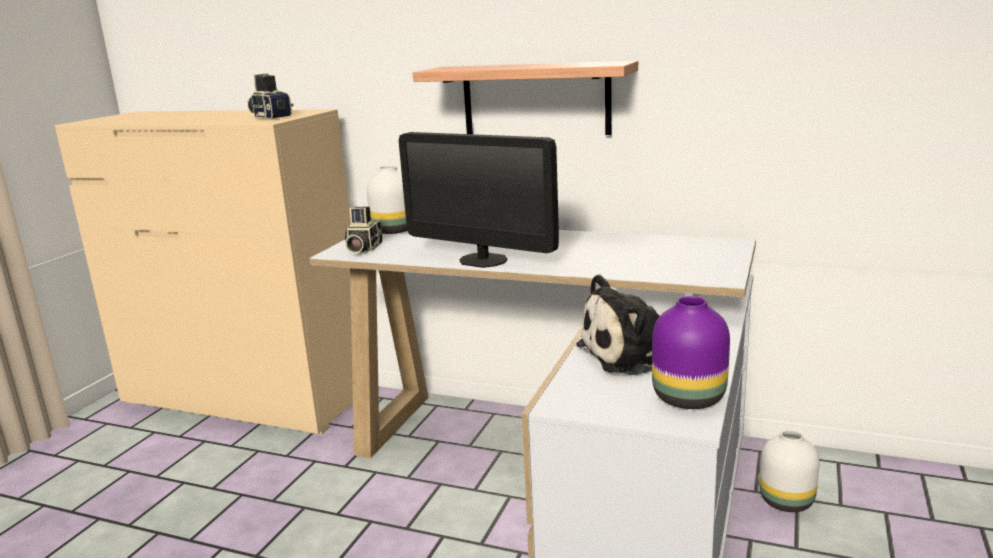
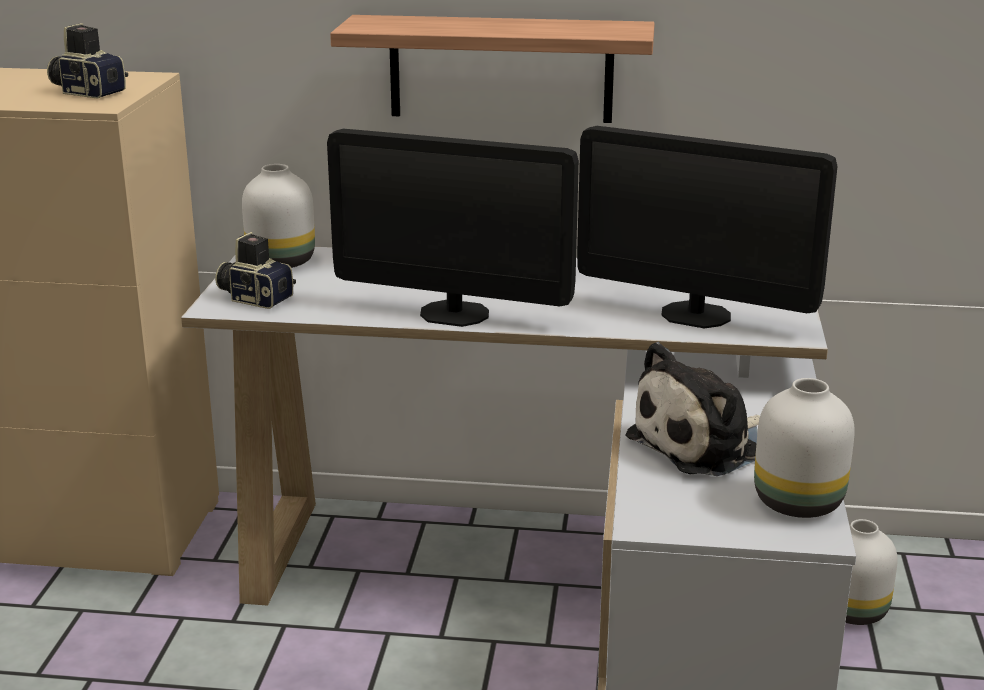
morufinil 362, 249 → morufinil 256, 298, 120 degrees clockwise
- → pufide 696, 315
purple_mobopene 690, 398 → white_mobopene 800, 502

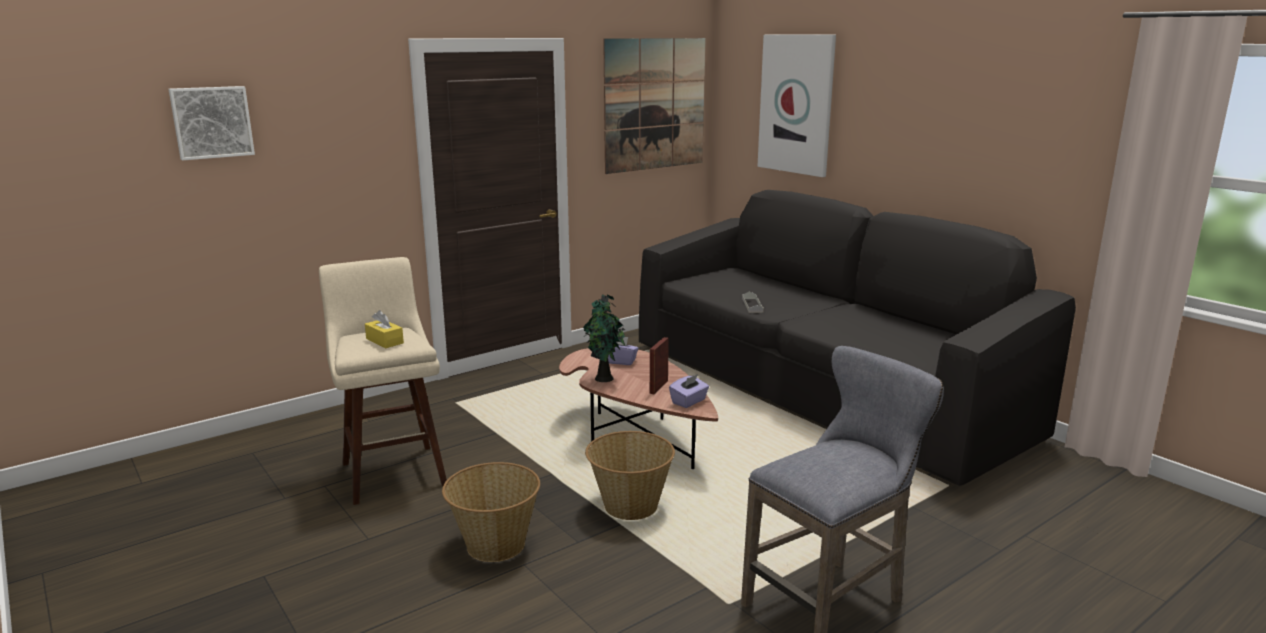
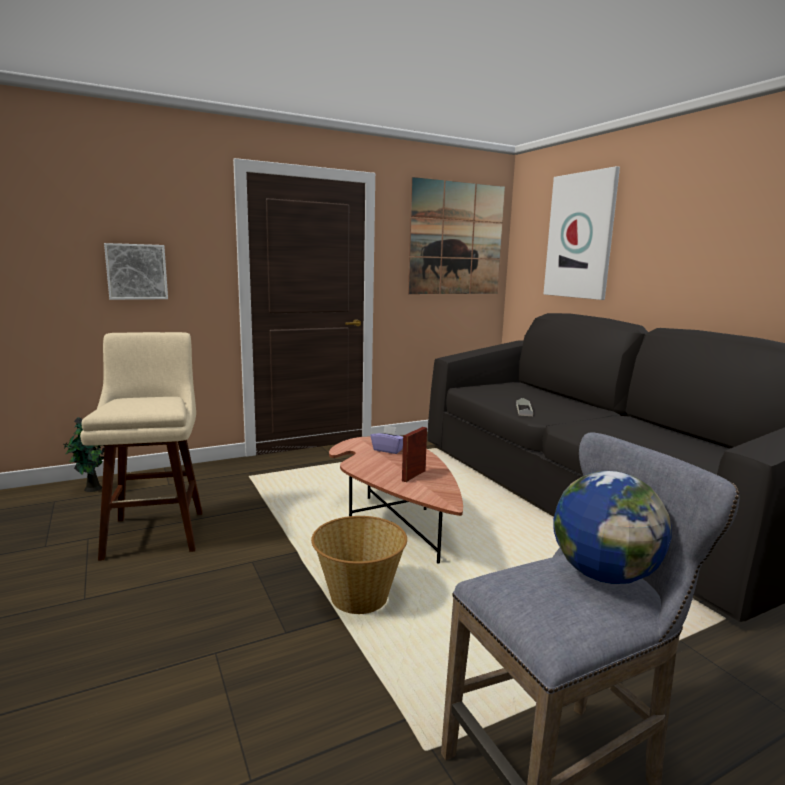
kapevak 605, 379 → kapevak 93, 489, move
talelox 212, 122 → talelox 136, 271, move
- → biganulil 603, 575
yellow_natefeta 384, 341 → -
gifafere 495, 544 → -
purple_natefeta 689, 401 → -

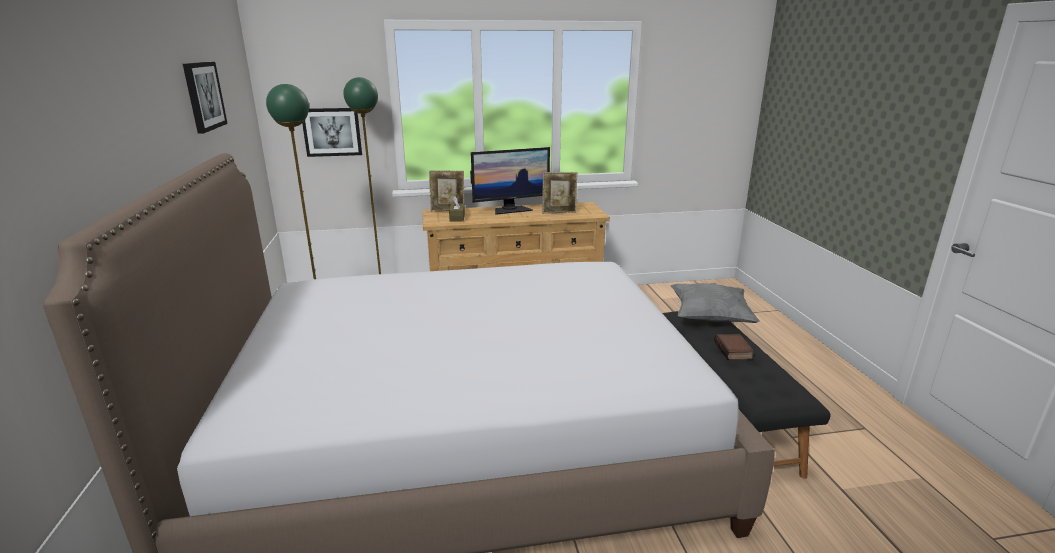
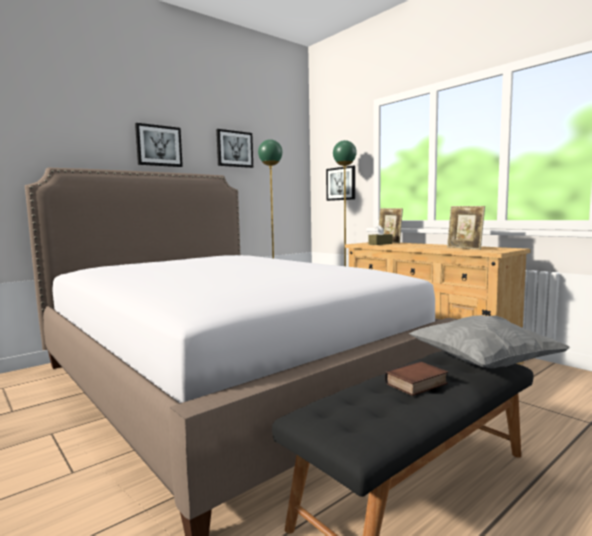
- → talelox 159, 146
pufide 510, 210 → -

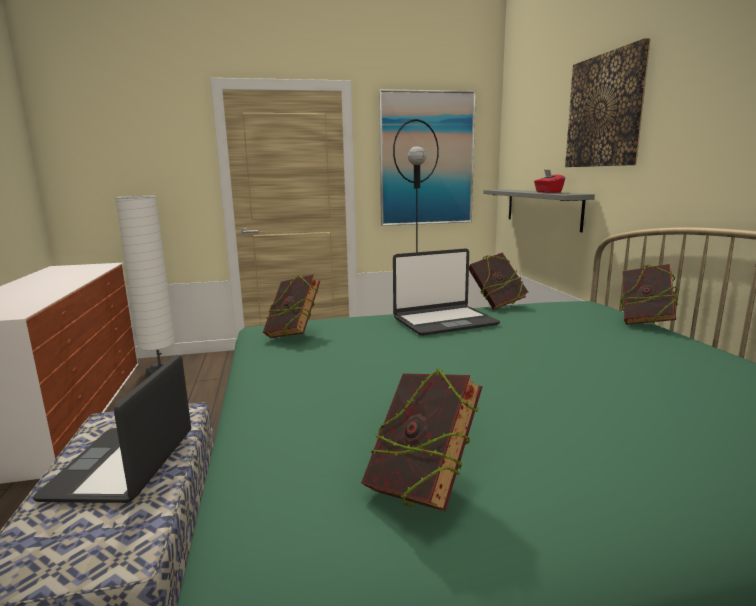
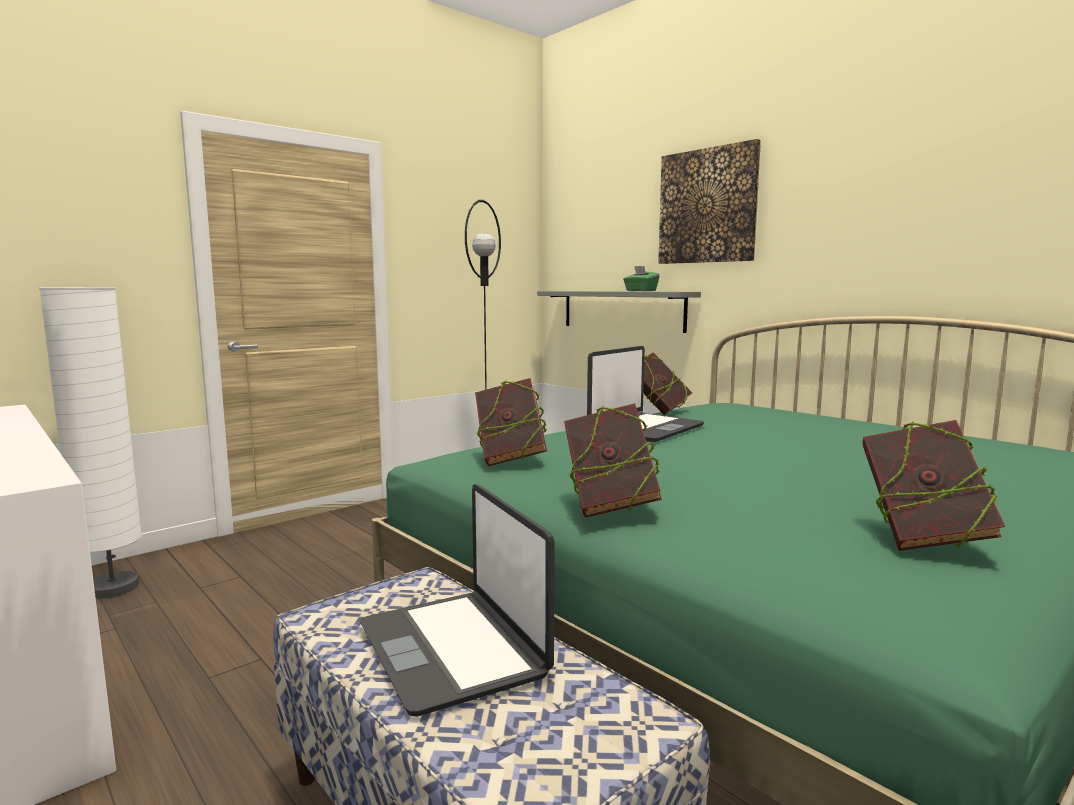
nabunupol 644, 322 → nabunupol 610, 508, move
red_natefeta 548, 192 → green_natefeta 640, 291
talelox 426, 159 → -

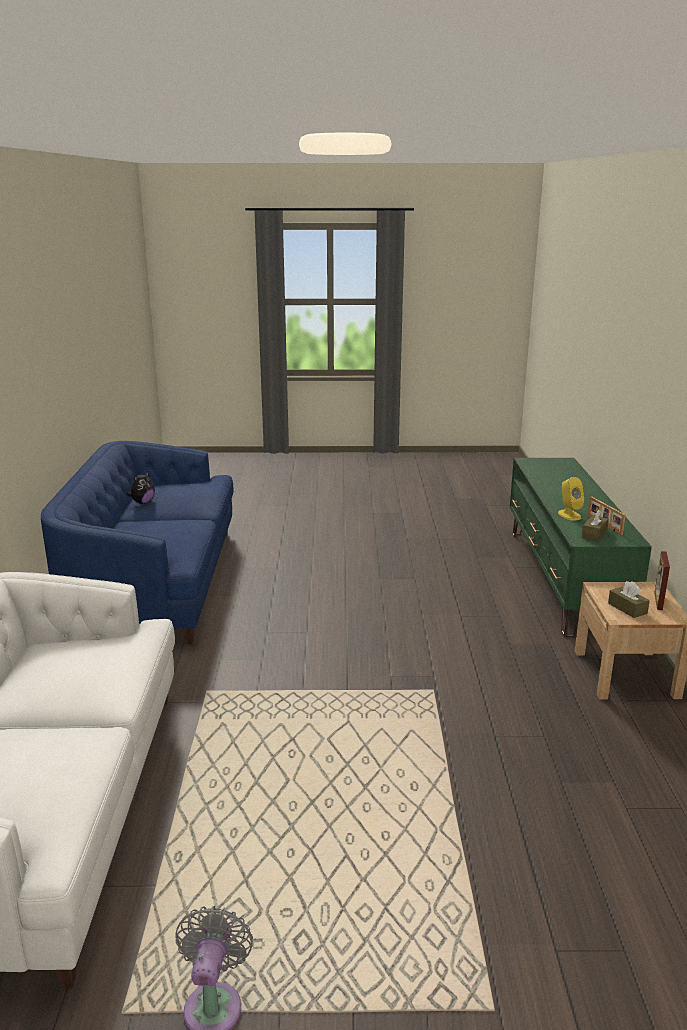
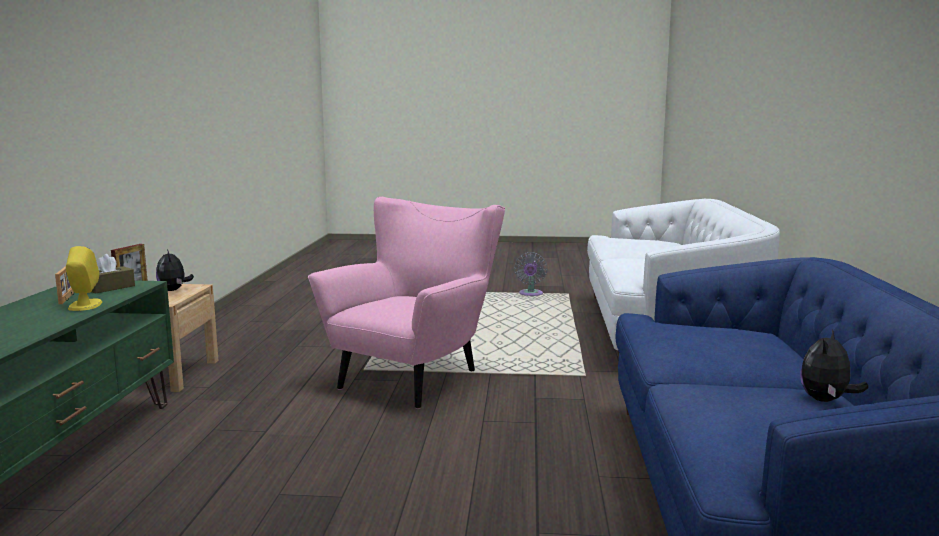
brown_natefeta 627, 608 → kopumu 174, 290
- → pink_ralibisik 417, 377

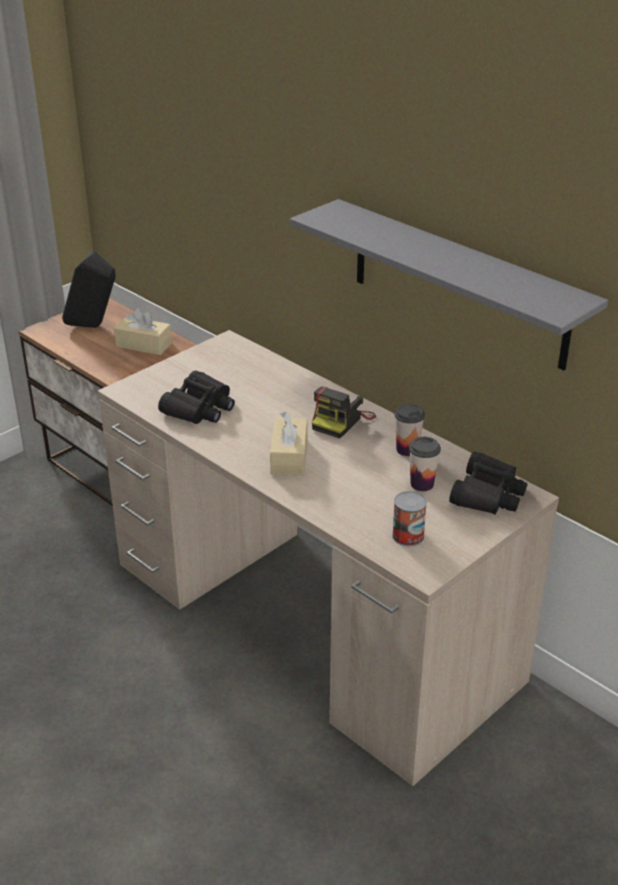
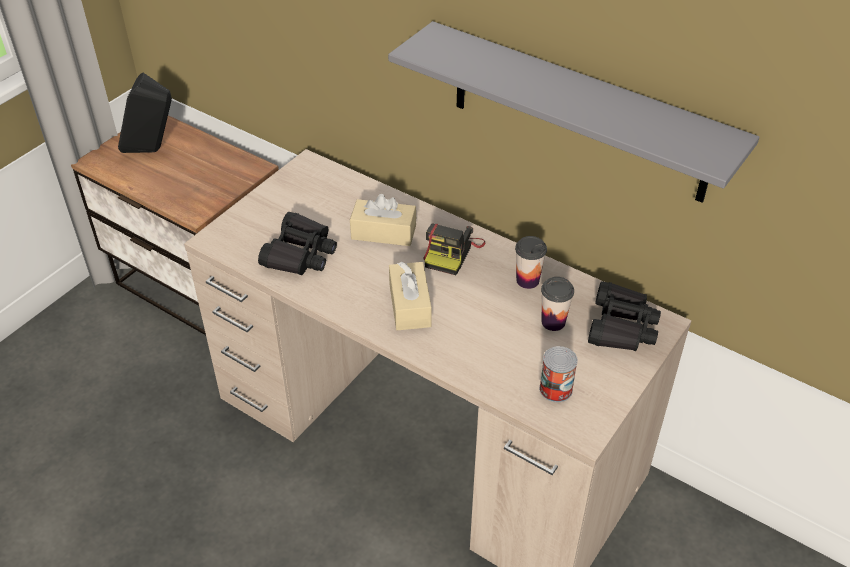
beige_natefeta 144, 345 → beige_natefeta 383, 232, move

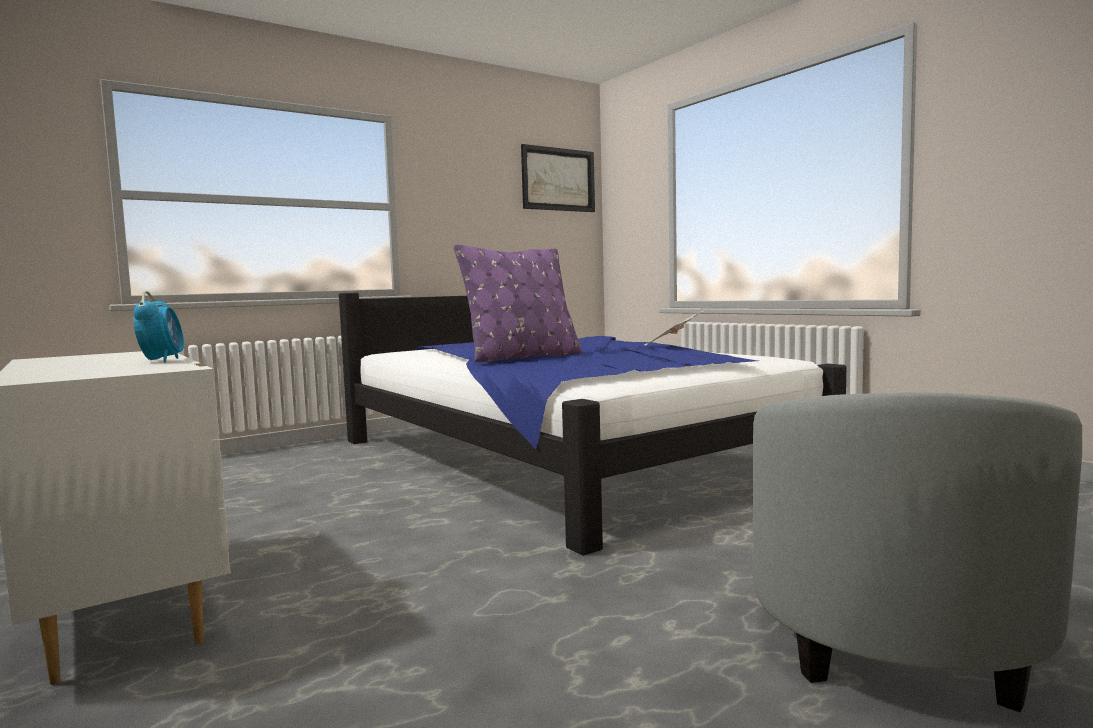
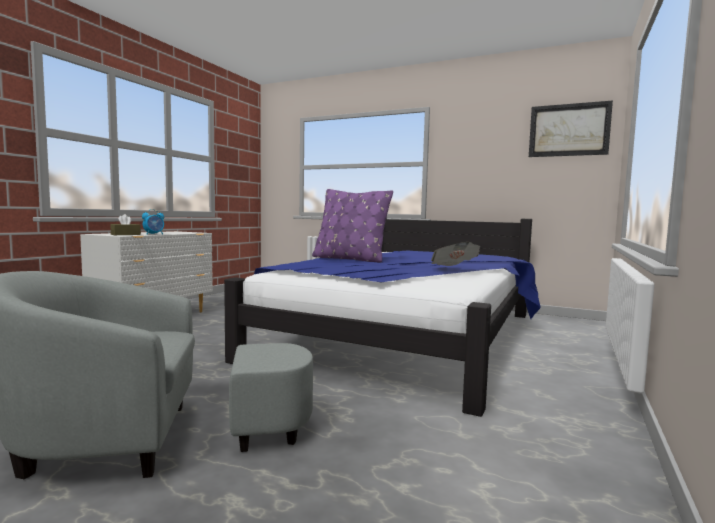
- → brown_natefeta 125, 234

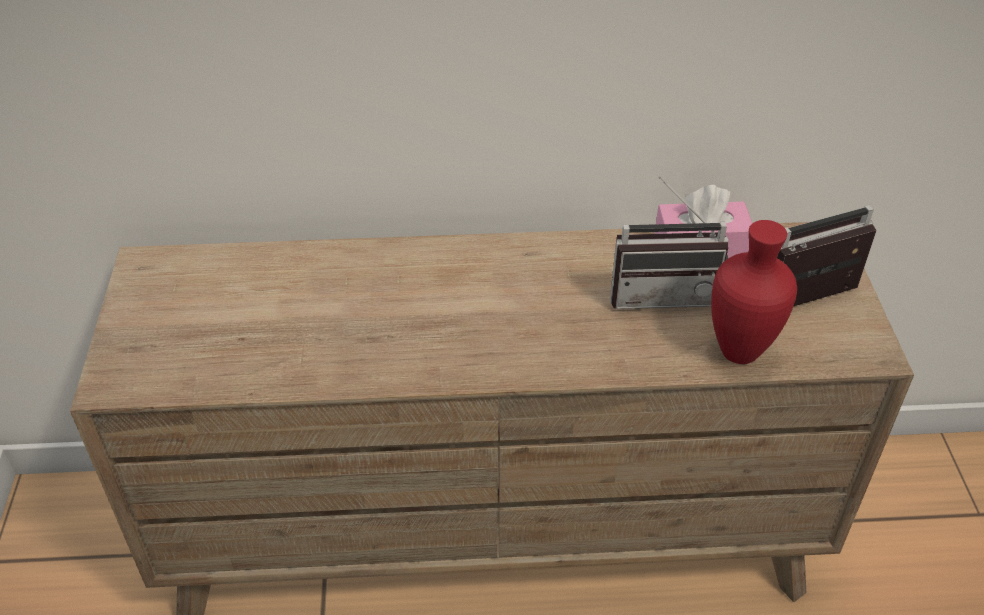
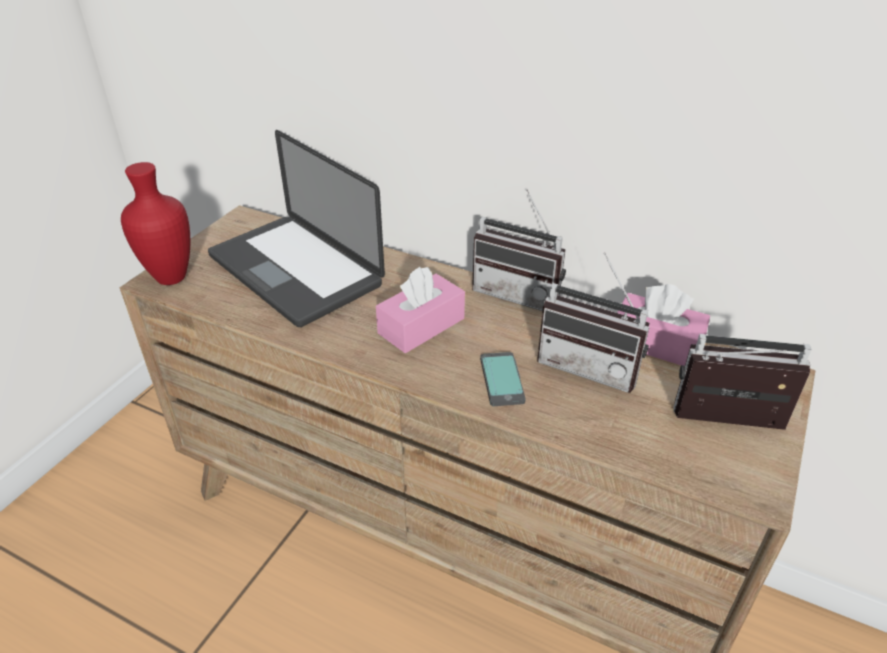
red_mobopene 742, 352 → red_mobopene 172, 278, move
- → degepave 295, 271
- → pink_natefeta 421, 326
- → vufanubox 520, 293
- → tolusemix 502, 380

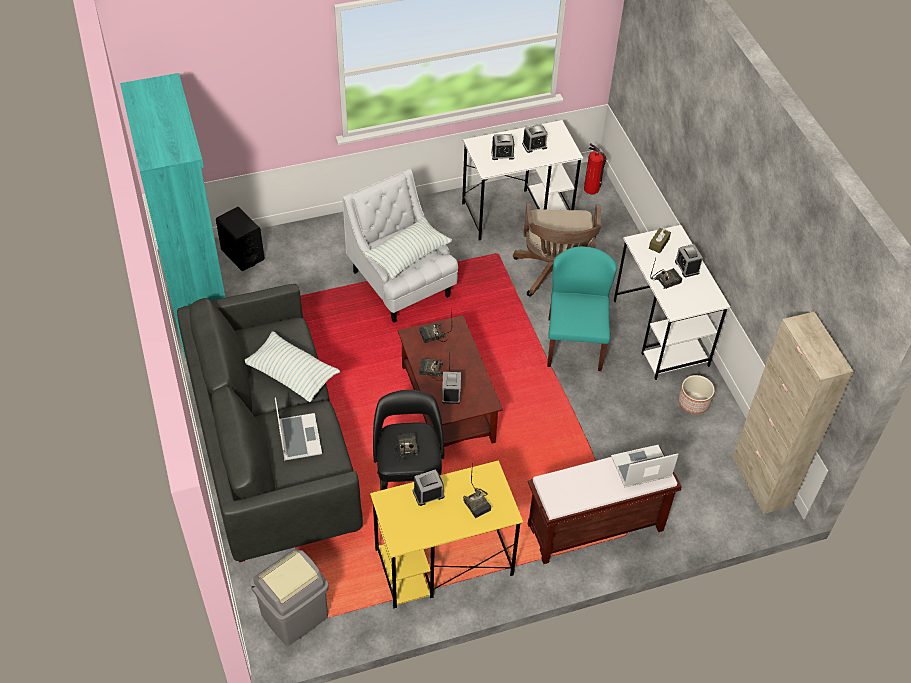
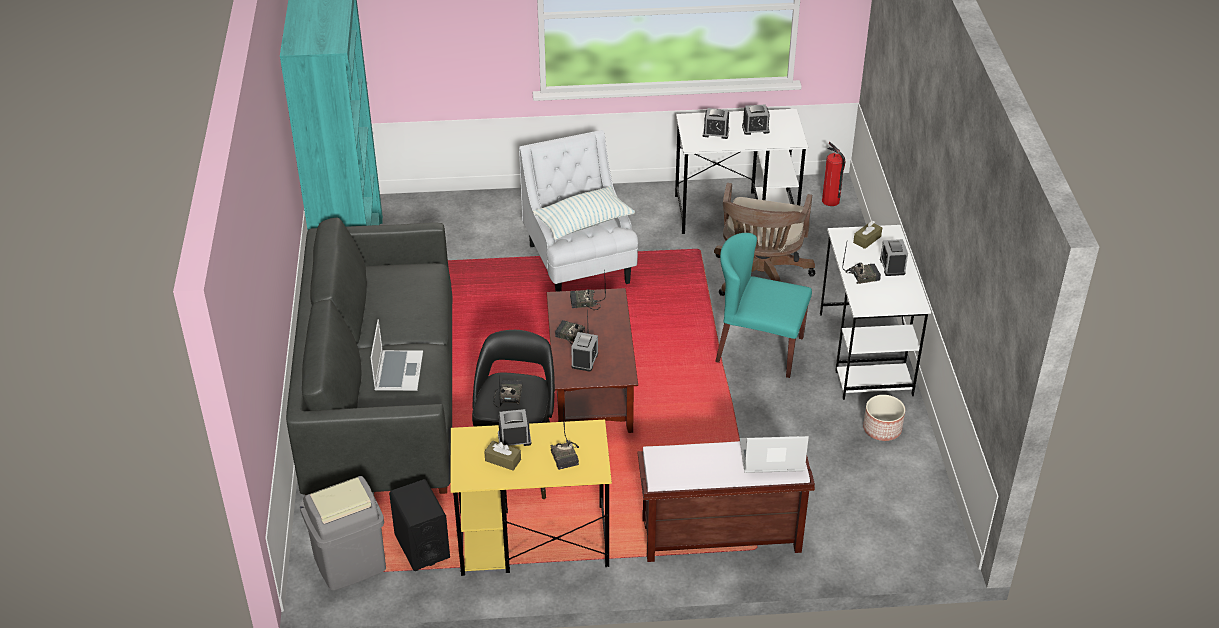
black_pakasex 242, 255 → black_pakasex 422, 546, move
- → brown_natefeta 503, 460
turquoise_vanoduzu 574, 343 → turquoise_vanoduzu 758, 349, 90 degrees counterclockwise
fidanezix 292, 374 → -
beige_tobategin 761, 481 → -

